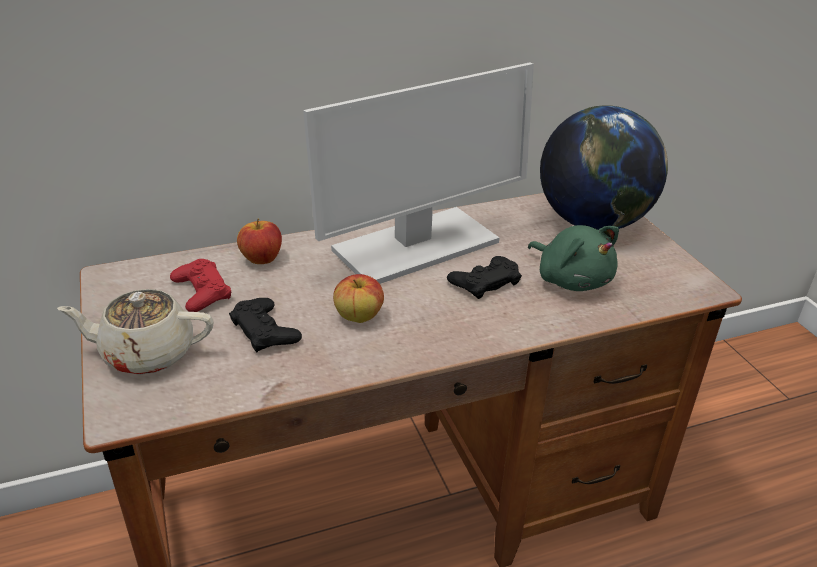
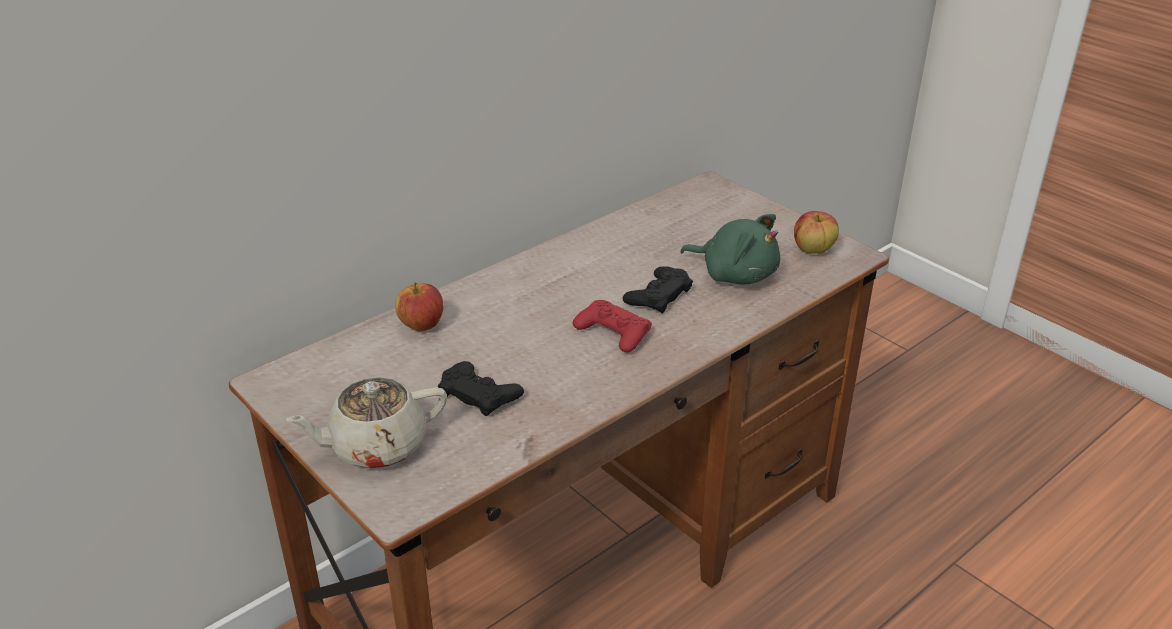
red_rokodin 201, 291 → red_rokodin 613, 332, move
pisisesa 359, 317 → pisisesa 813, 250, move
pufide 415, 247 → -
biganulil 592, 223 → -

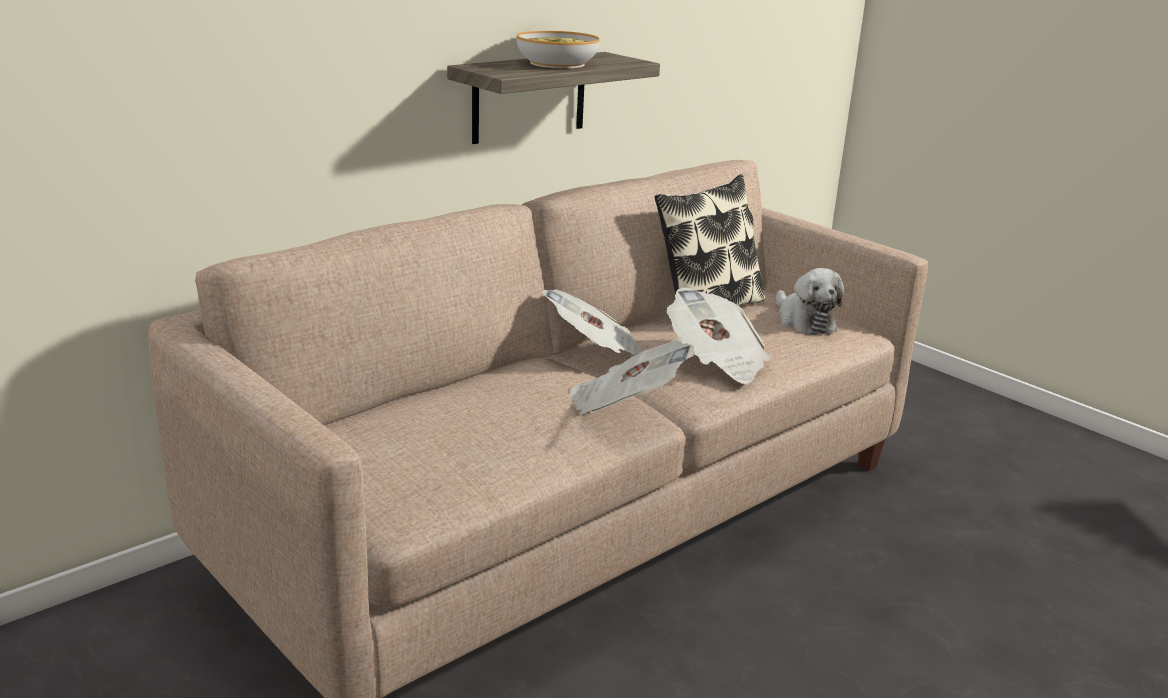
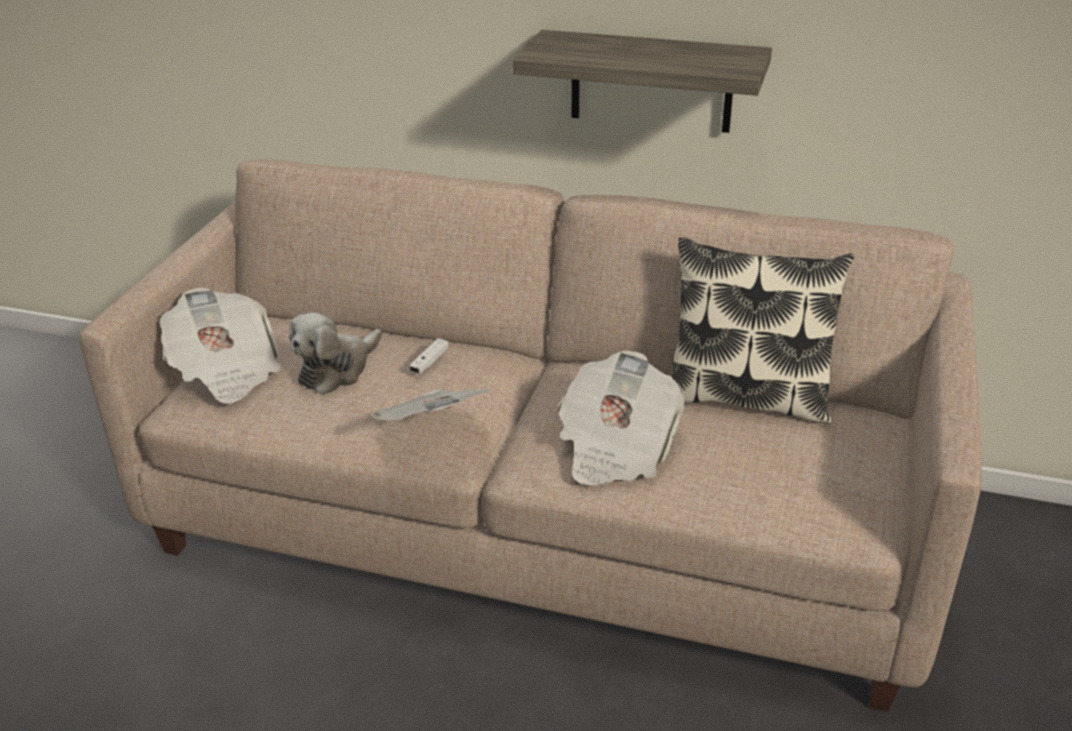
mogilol 595, 350 → mogilol 226, 371, move
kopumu 803, 321 → kopumu 337, 370, move
- → white_rokodin 429, 362
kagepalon 556, 63 → -

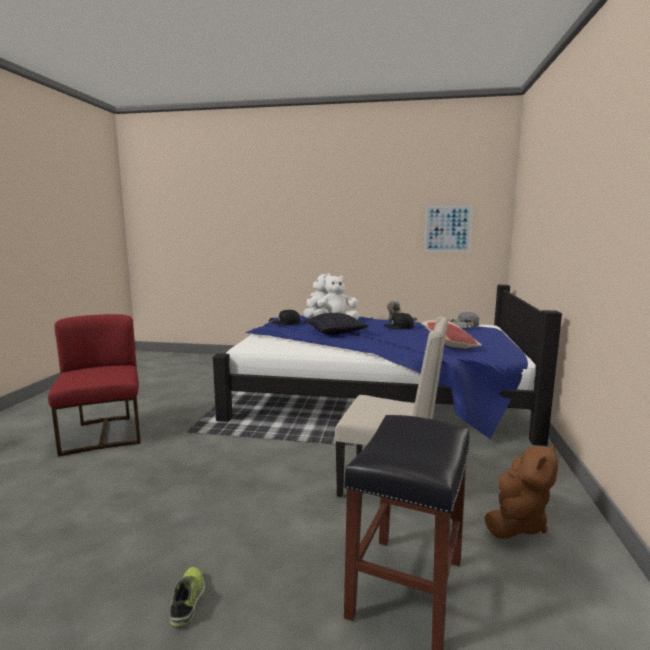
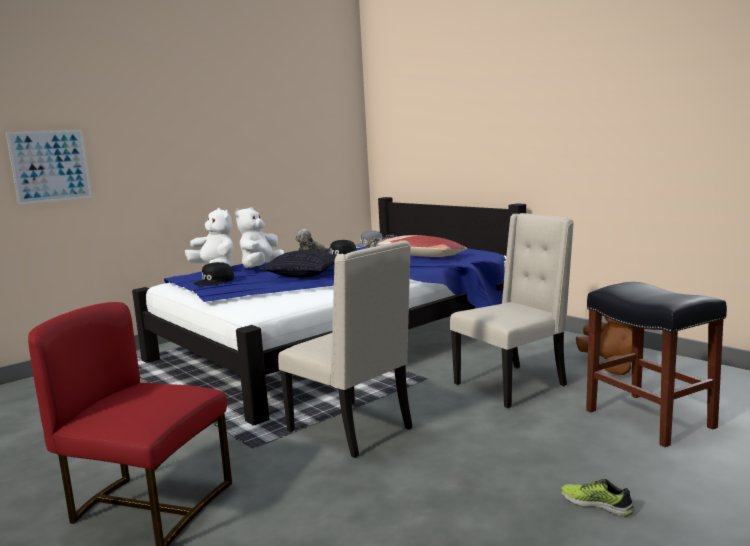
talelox 447, 229 → talelox 50, 166, move
- → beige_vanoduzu 353, 430

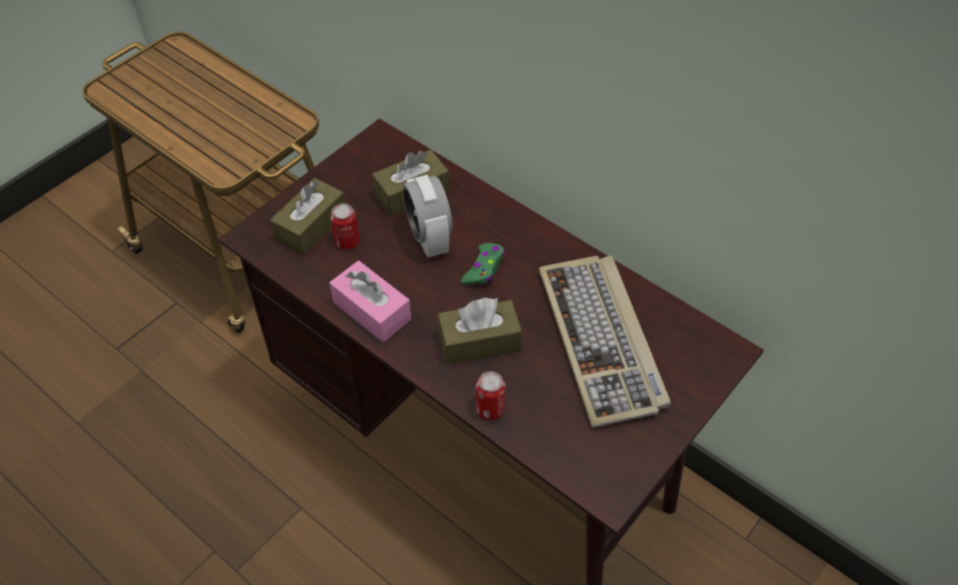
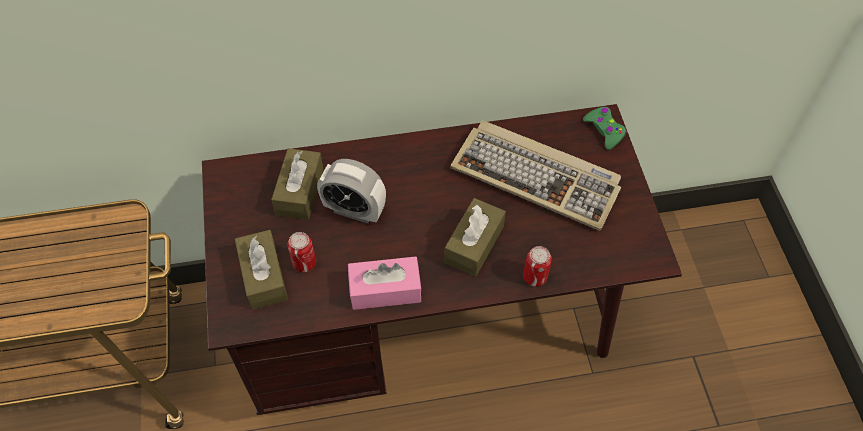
green_rokodin 484, 269 → green_rokodin 604, 130, move

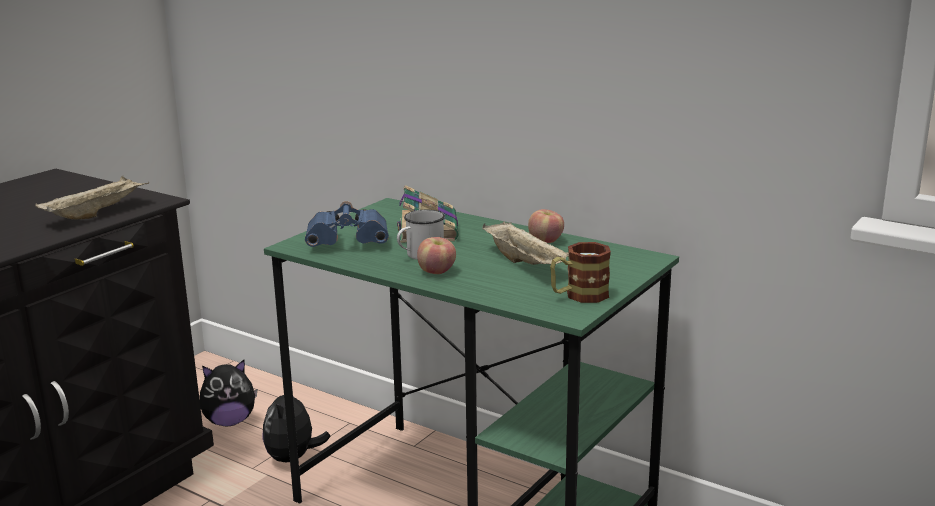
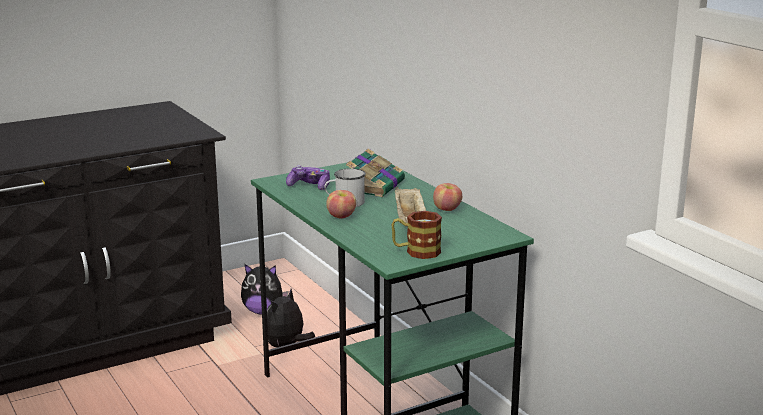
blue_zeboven 350, 243 → rokodin 309, 186
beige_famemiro 96, 213 → -

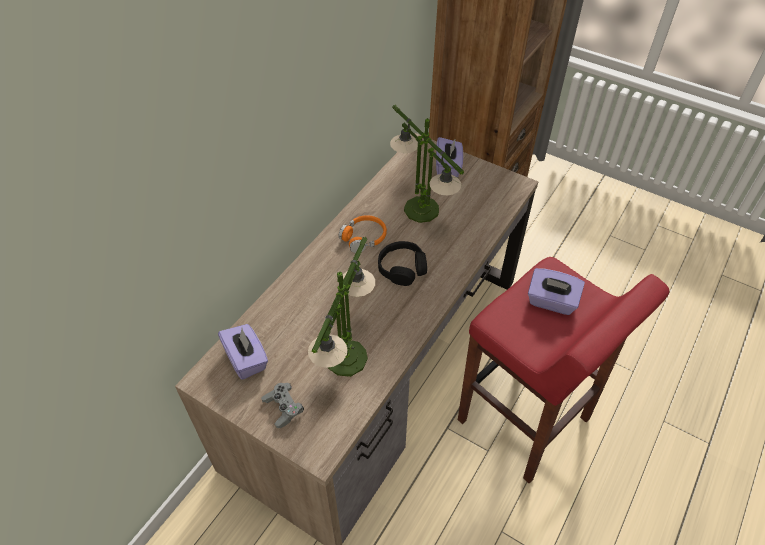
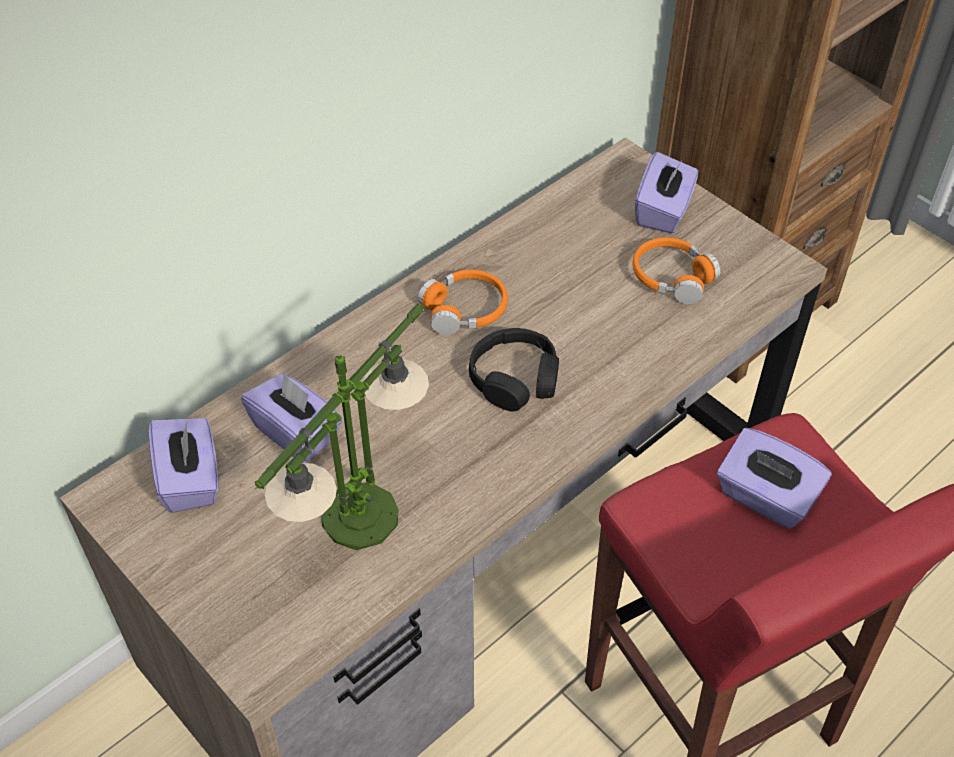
- → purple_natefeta 297, 433
- → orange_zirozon 672, 277
grey_rokodin 283, 408 → -
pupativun 422, 210 → -

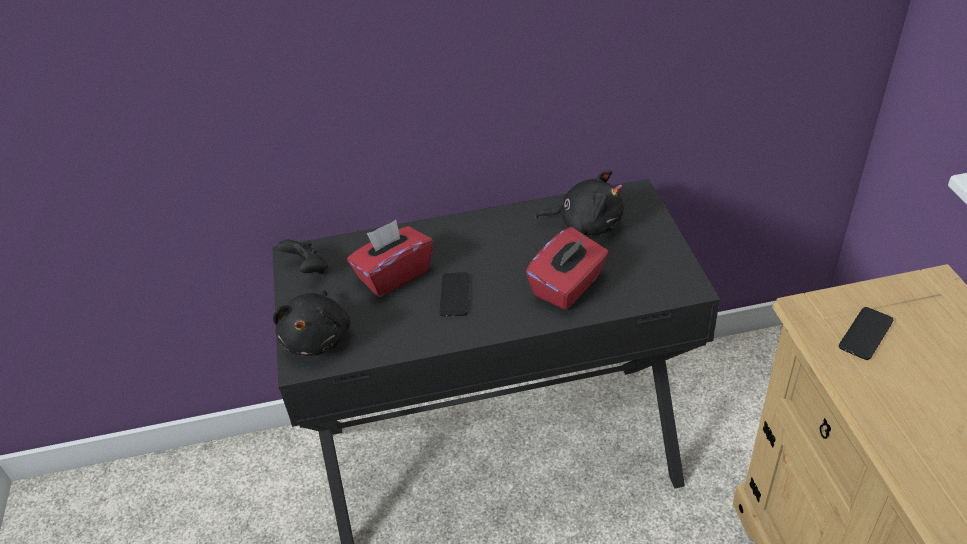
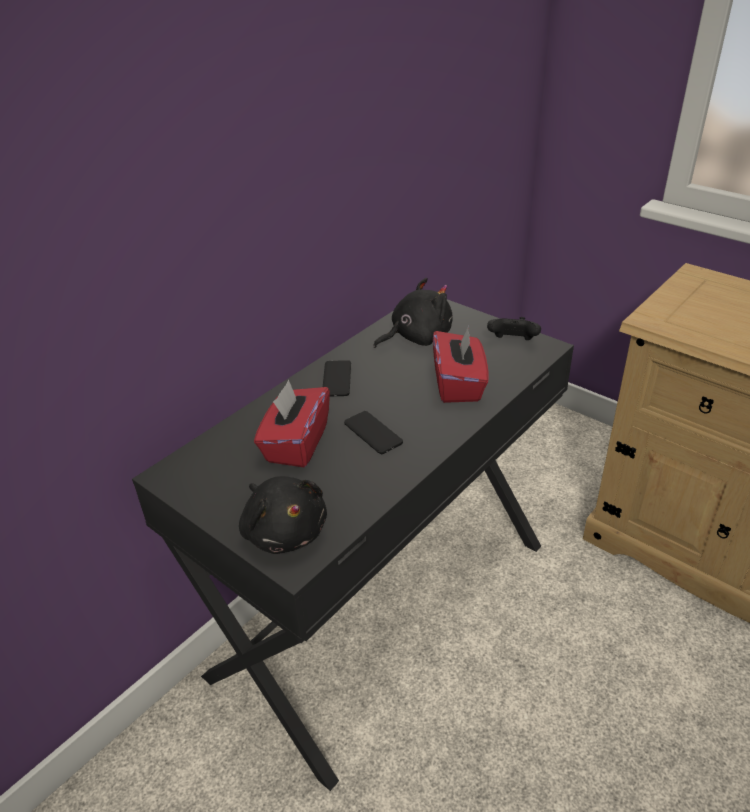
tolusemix 865, 334 → tolusemix 337, 379, move
black_rokodin 308, 269 → black_rokodin 512, 342, move

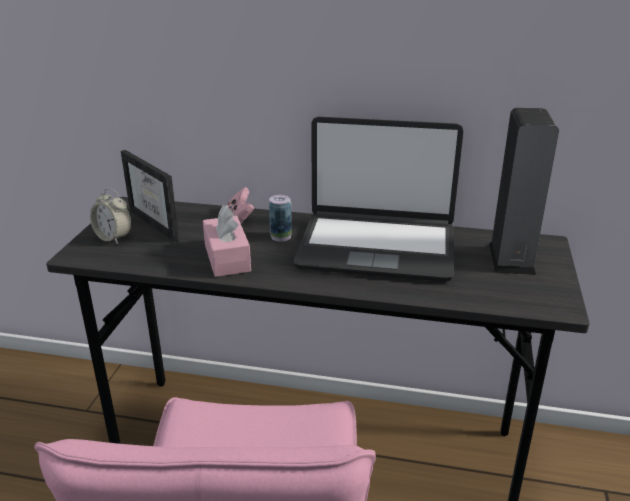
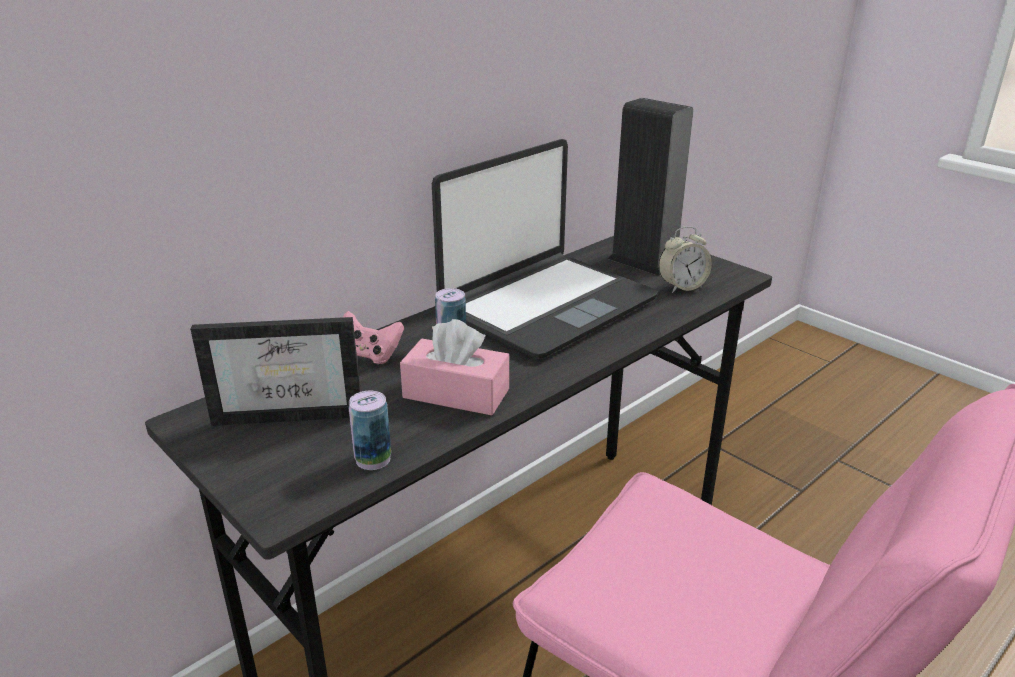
- → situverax 373, 459
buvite 114, 238 → buvite 682, 287, move

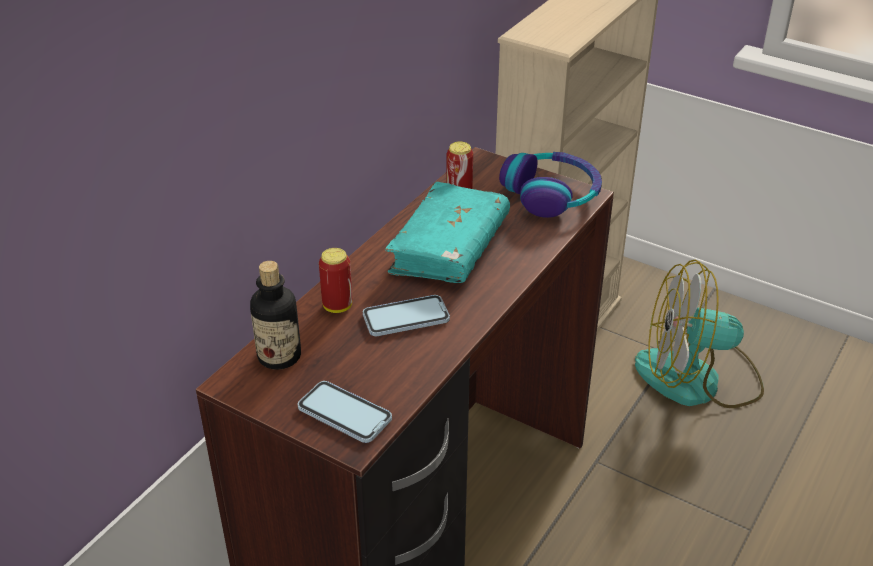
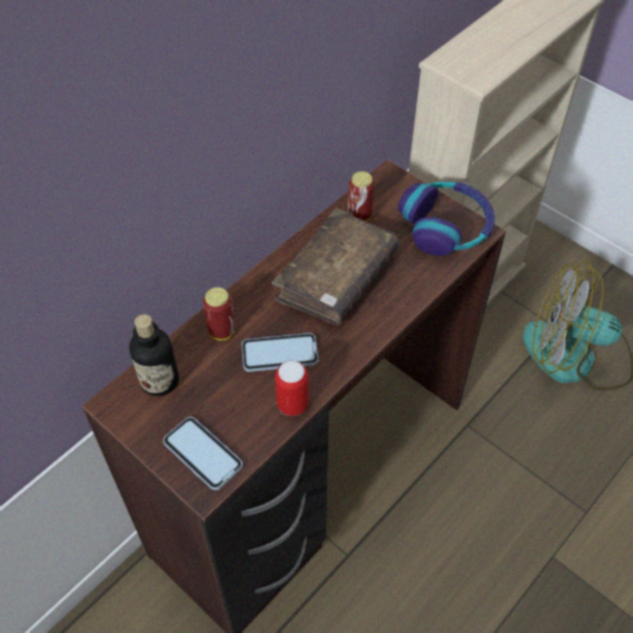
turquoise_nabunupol 449, 248 → brown_nabunupol 336, 278
- → situverax 292, 404

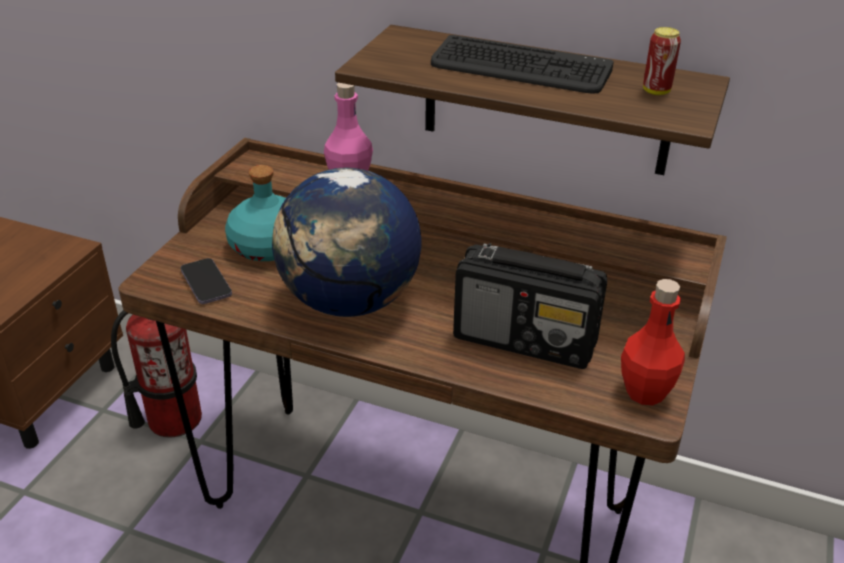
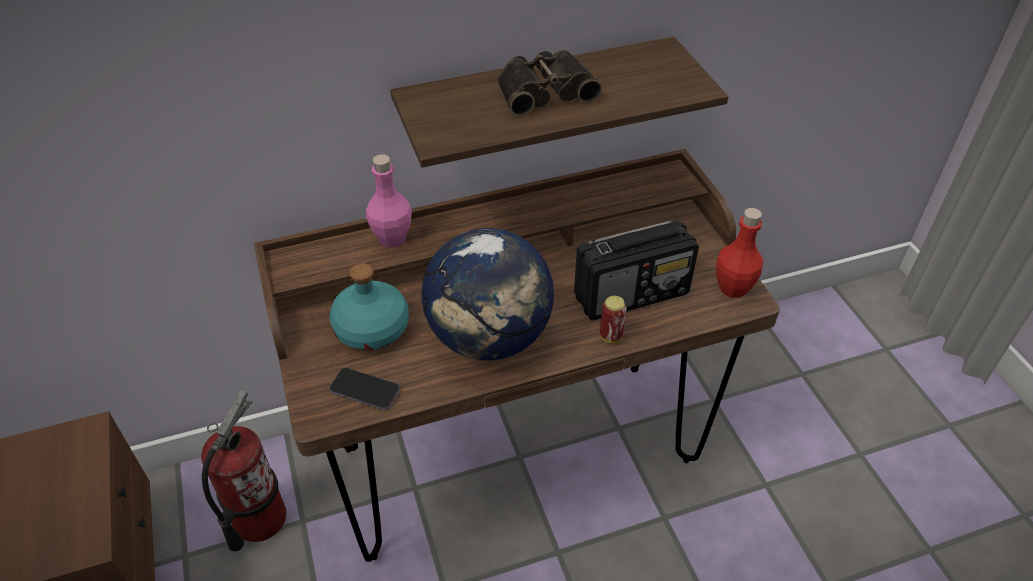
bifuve 520, 68 → zeboven 544, 90
situverax 656, 91 → situverax 610, 336, move

